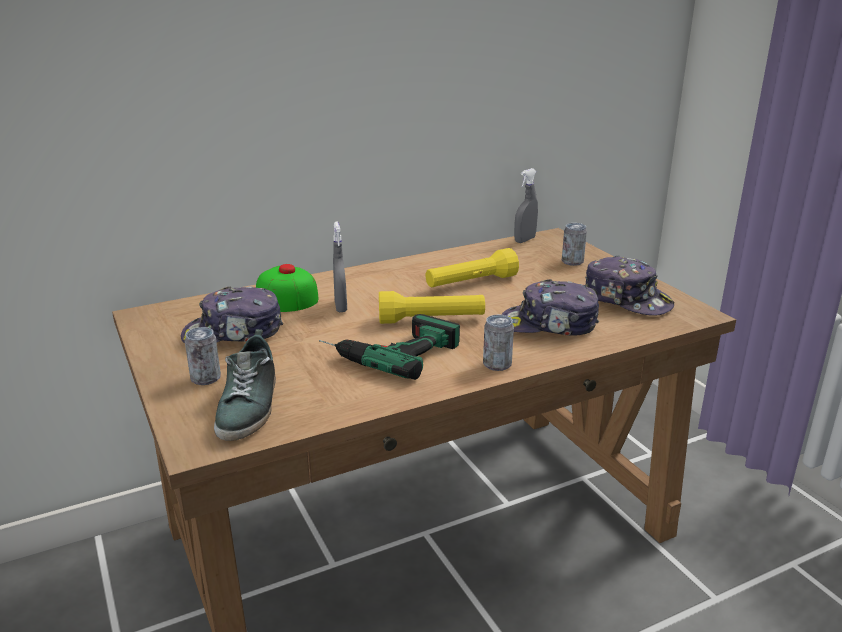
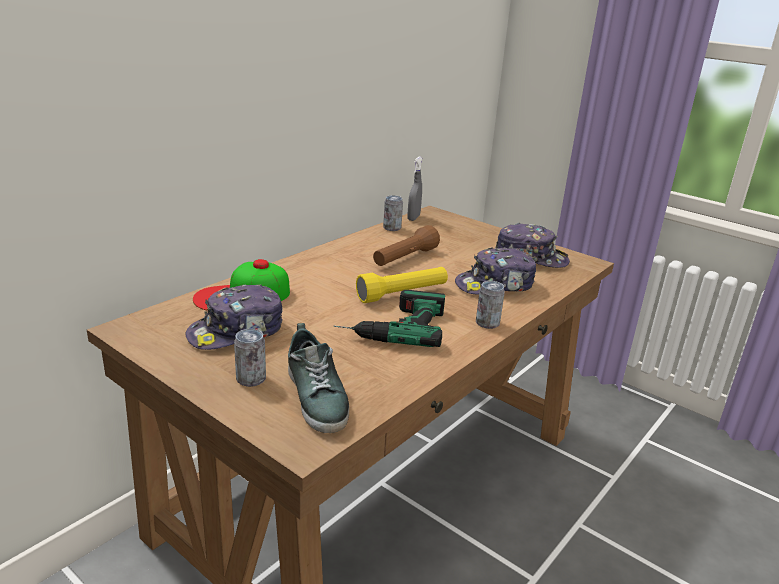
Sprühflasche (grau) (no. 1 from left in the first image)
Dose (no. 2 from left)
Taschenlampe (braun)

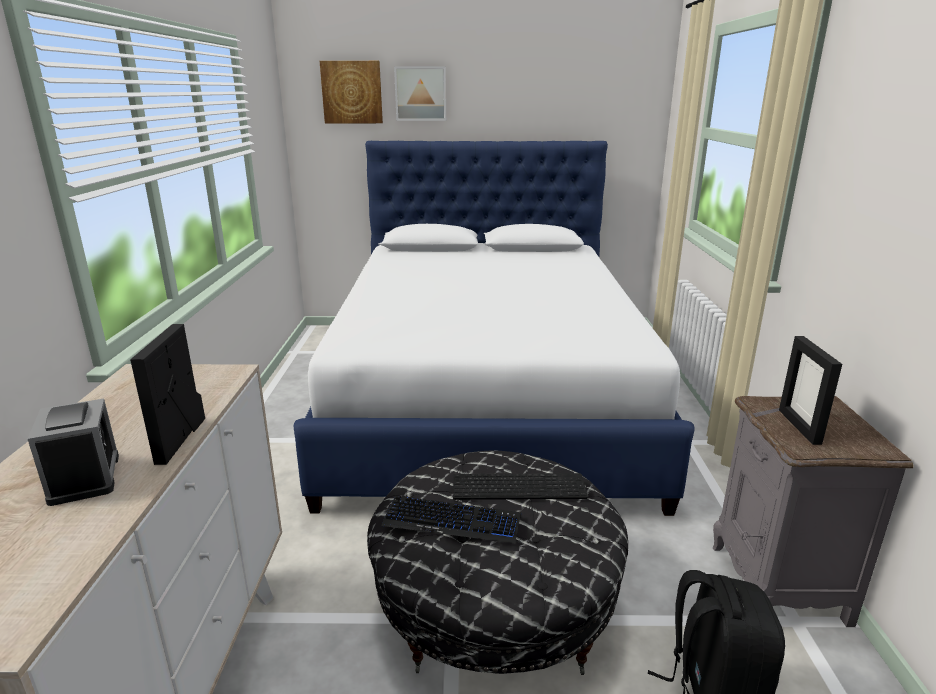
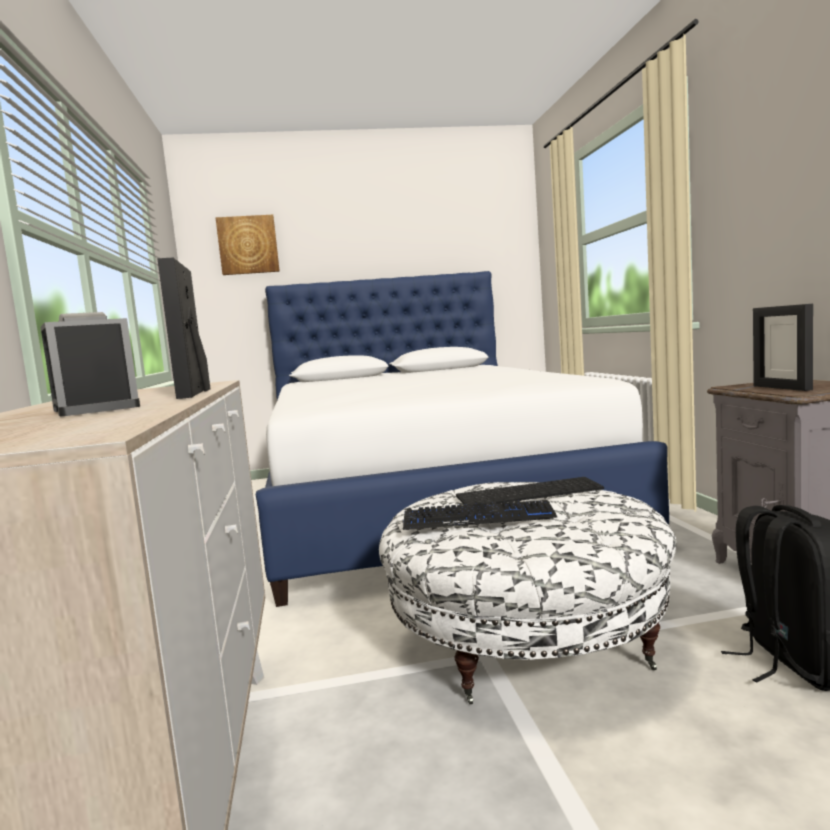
Bild (no. 2 from left in the first image)
Polsterhocker (weiß)

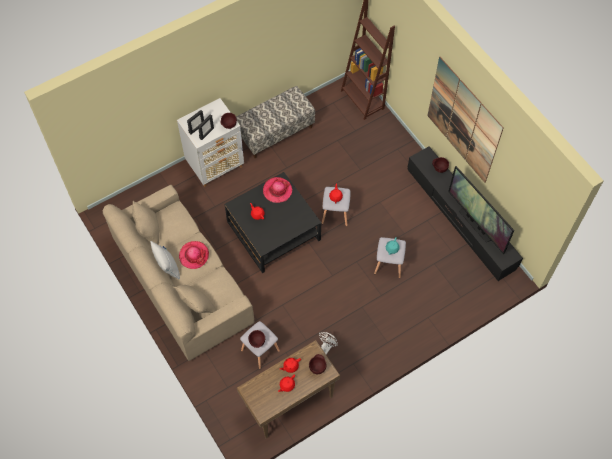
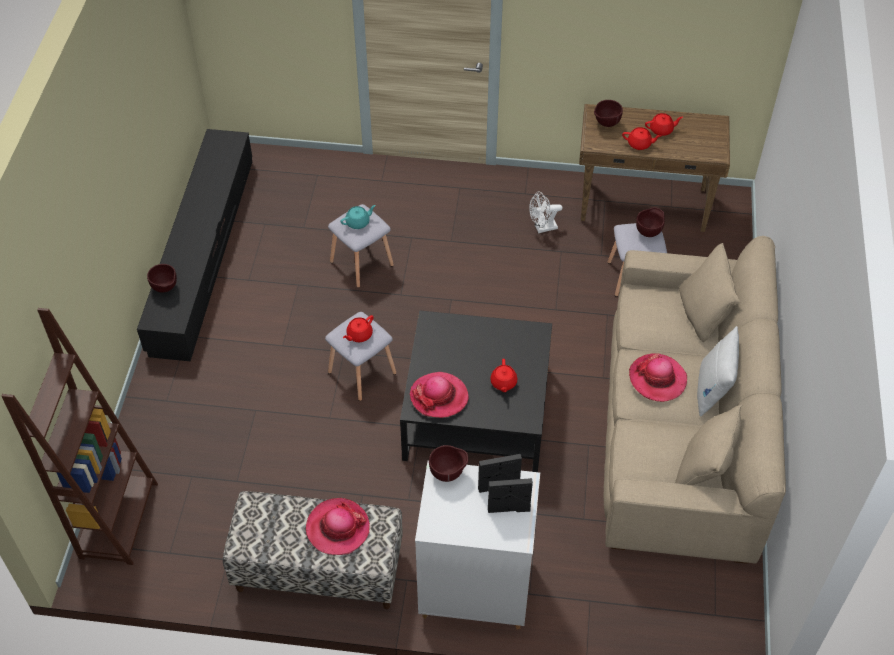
Bild
Fernseher
Hut (no. 1 from left)

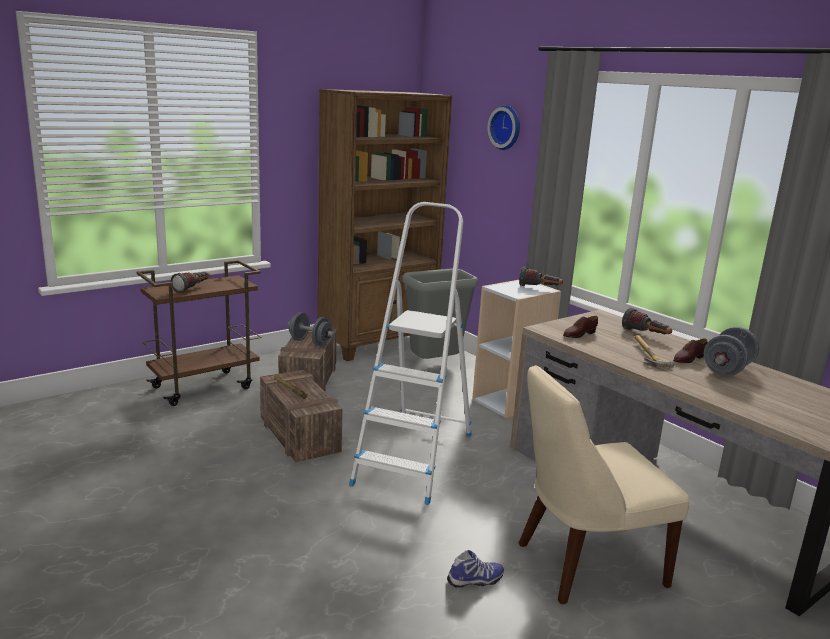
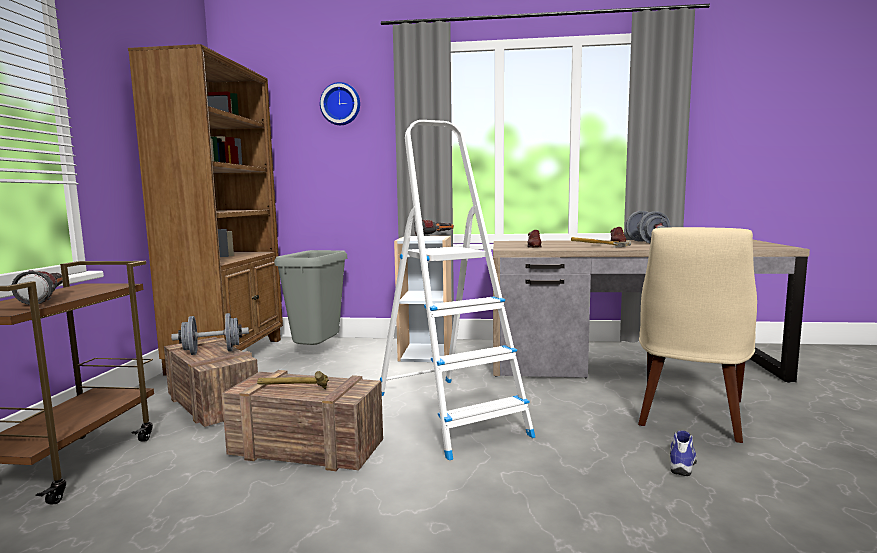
Taschenlampe (no. 3 from left in the first image)

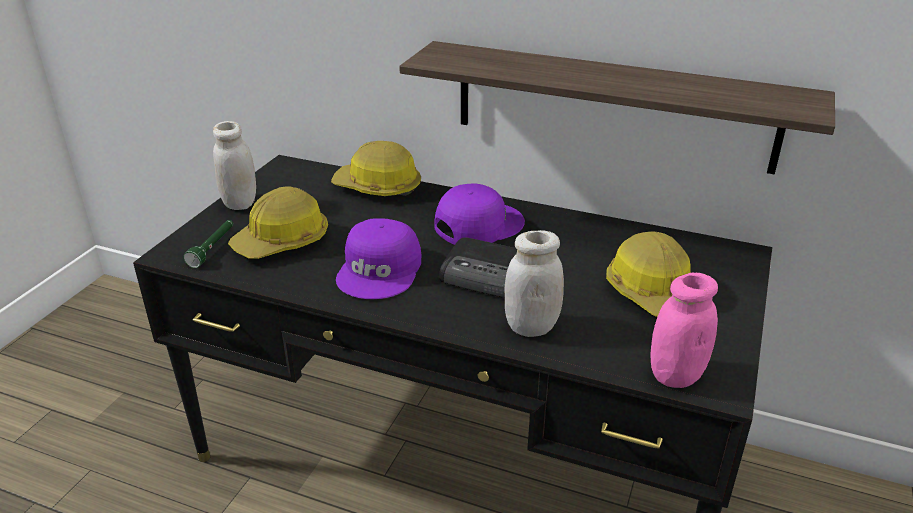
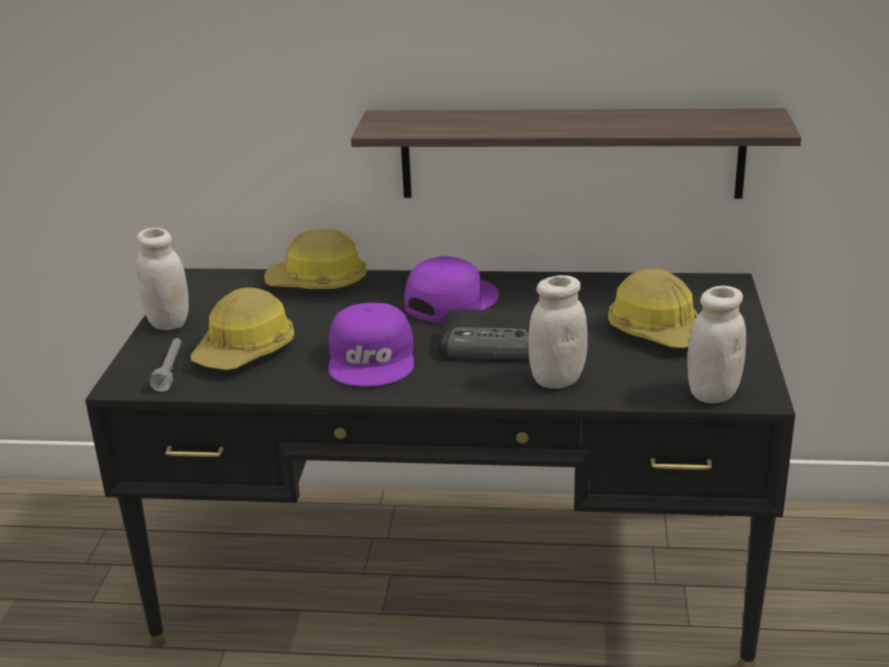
Taschenlampe (grau)
Vorratsglas (weiß) (no. 3 from left)

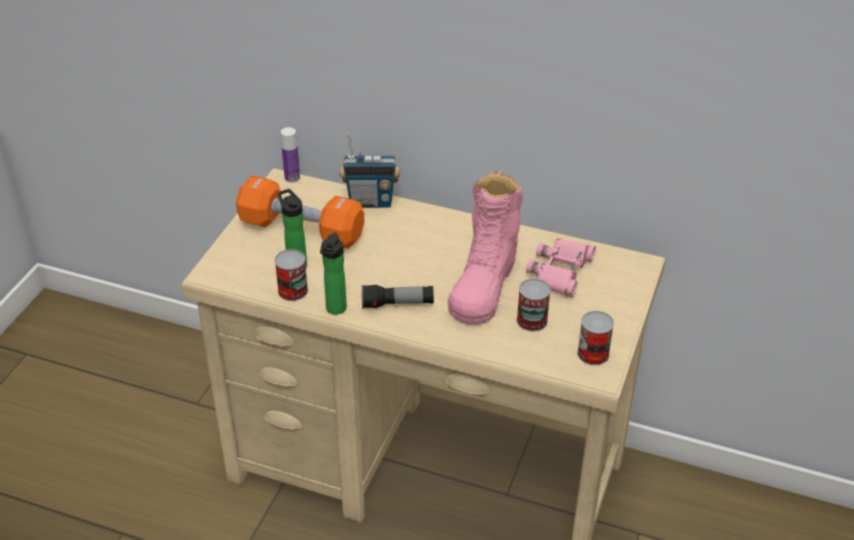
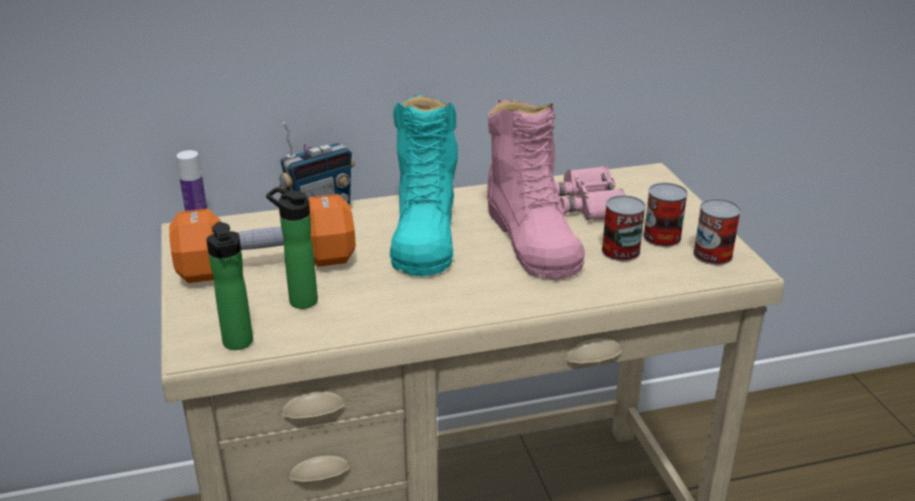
Taschenlampe
Stiefel (türkis)
Dose (no. 2 from left)
Flasche (no. 2 from left)

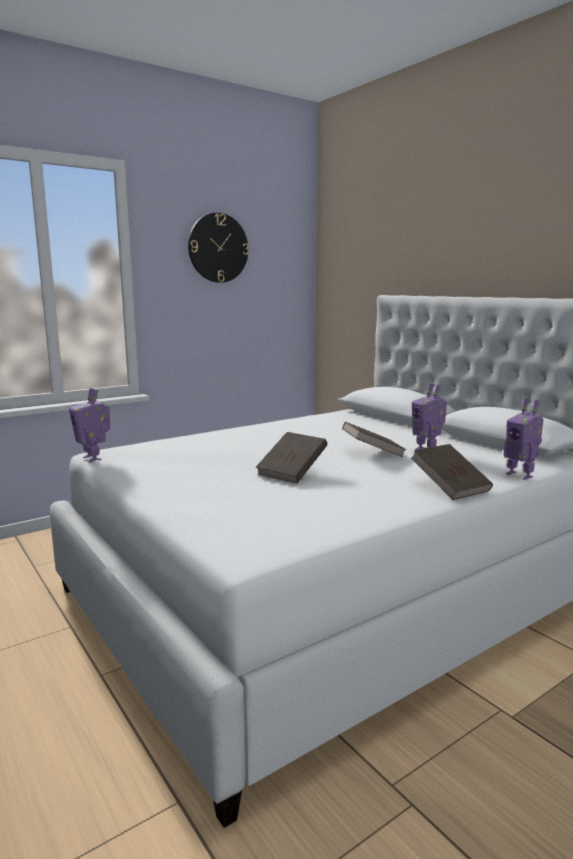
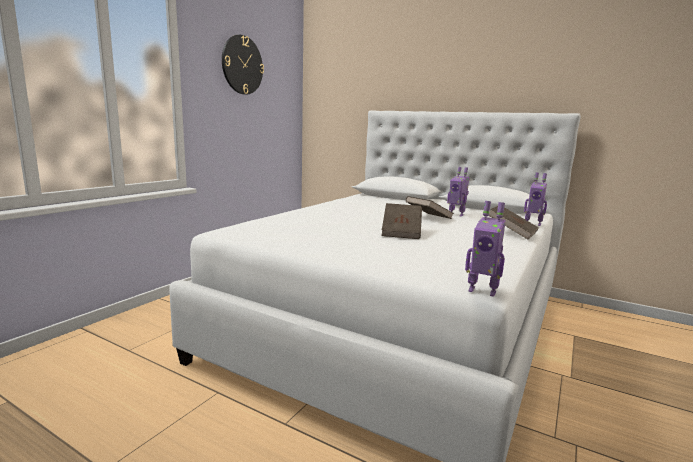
Spielzeugroboter (no. 2 from left)

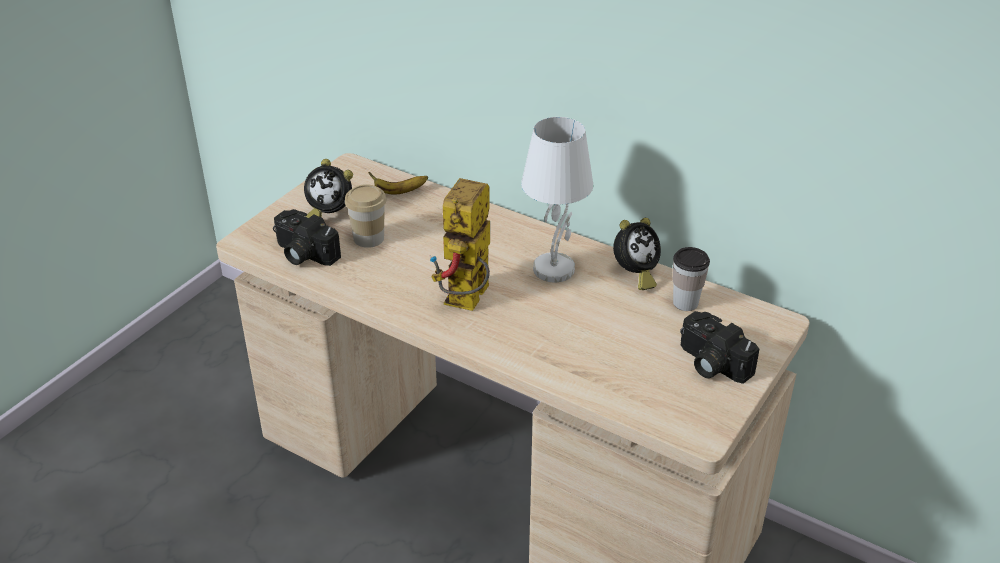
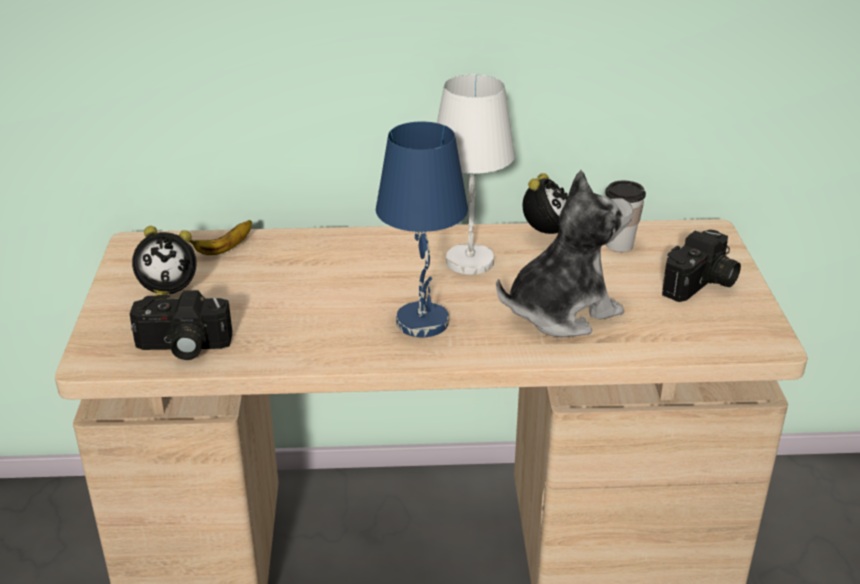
Tasse (no. 1 from left in the first image)
Plüschtier
Tischlampe (blau)
Kamera (no. 2 from left)

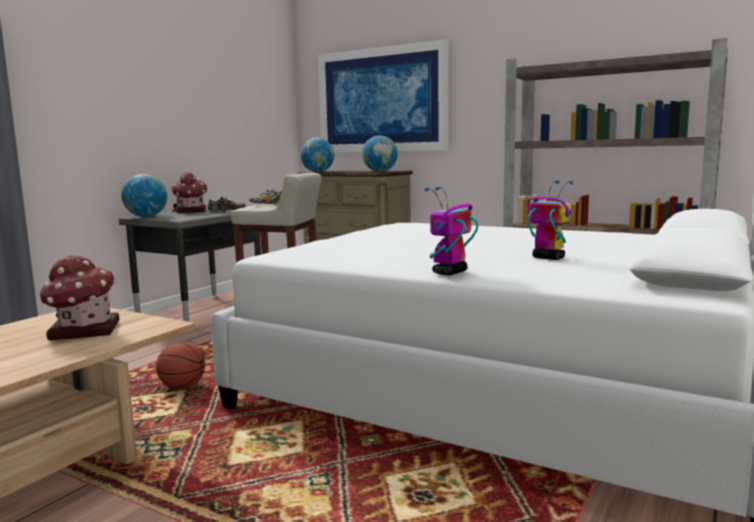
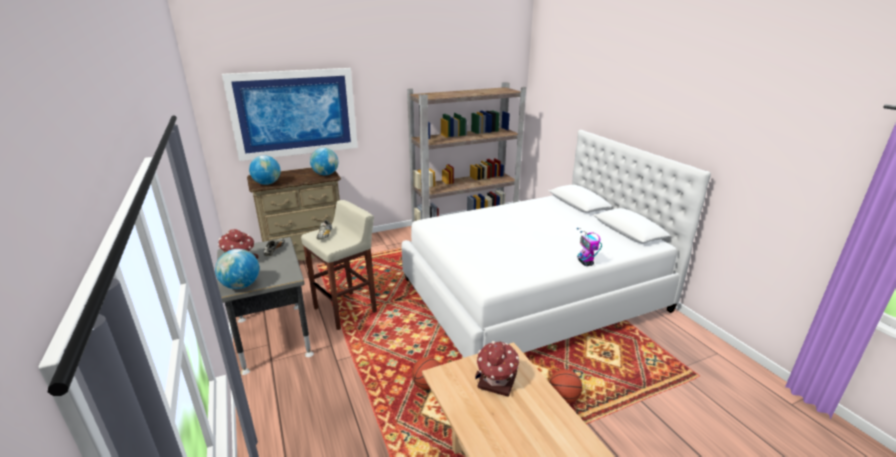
Spielzeugroboter (no. 2 from left in the first image)
Basketball (no. 2 from left)

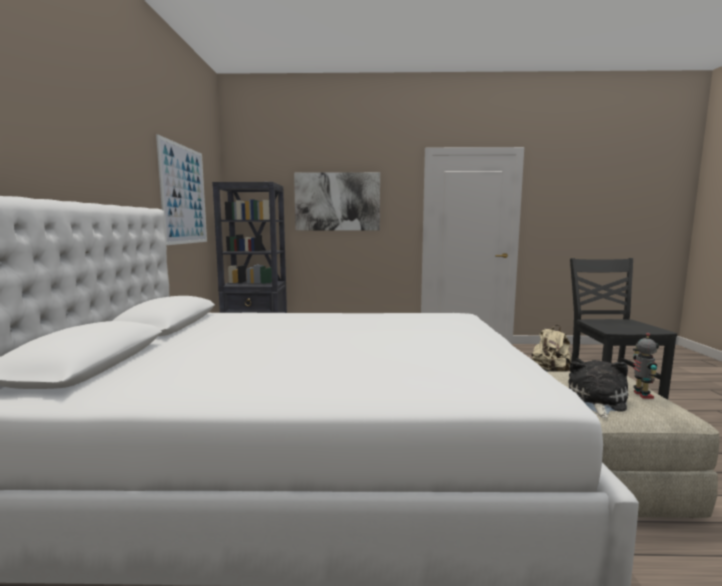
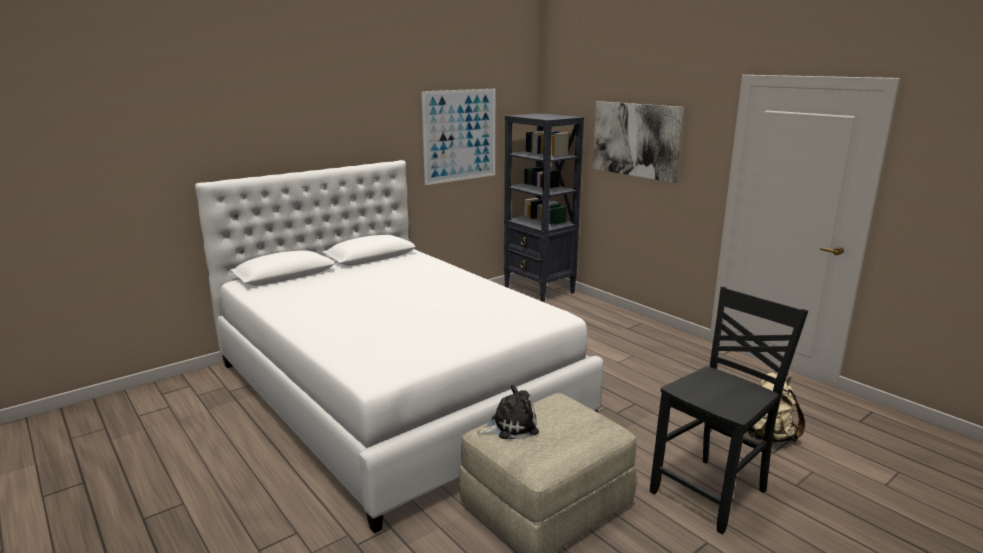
Spielzeugroboter

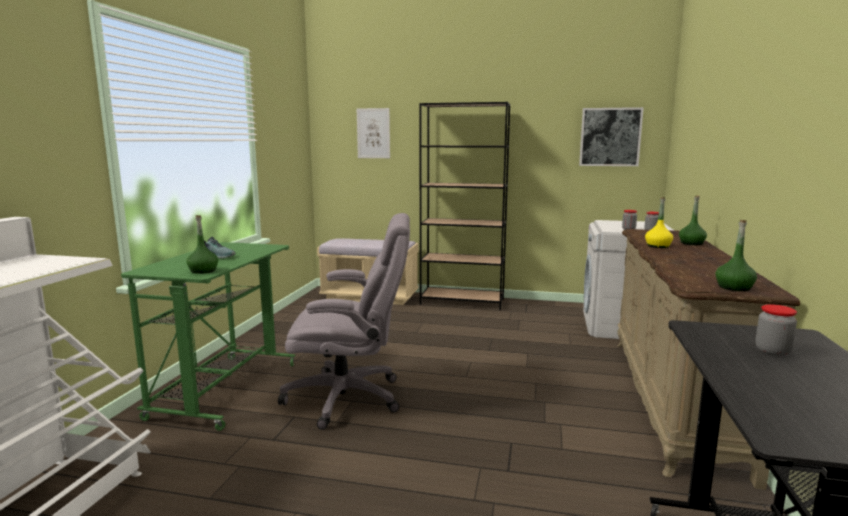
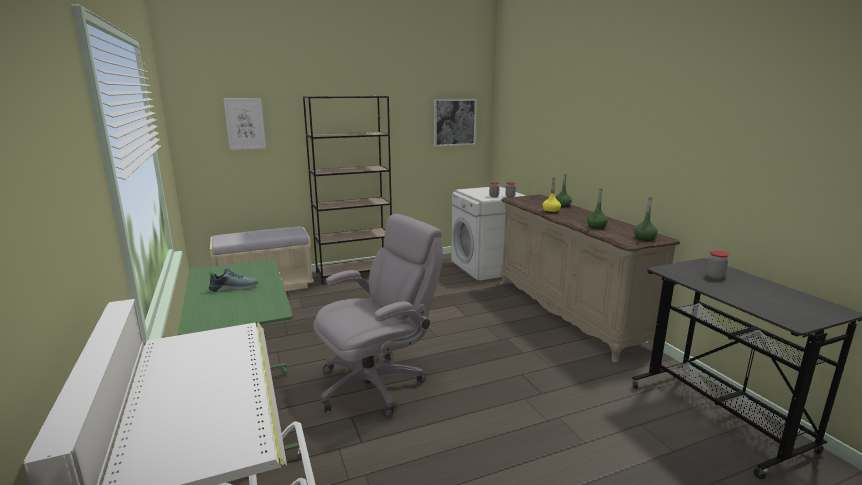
Flasche (grün) (no. 2 from left)

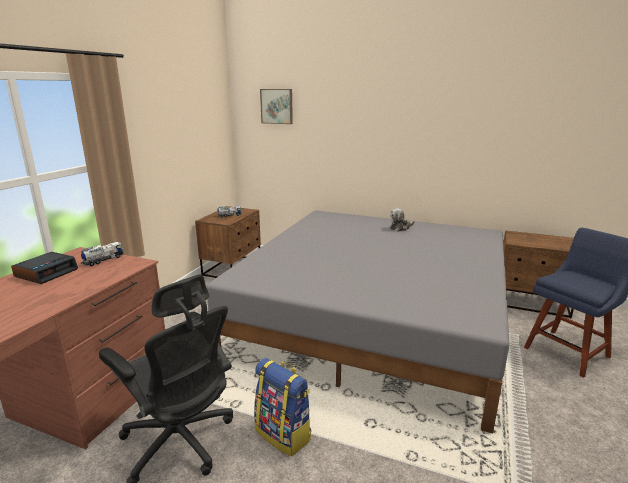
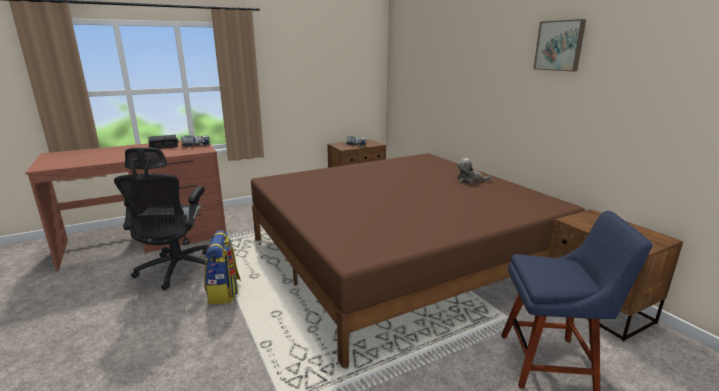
Bild
Bett (braun)

